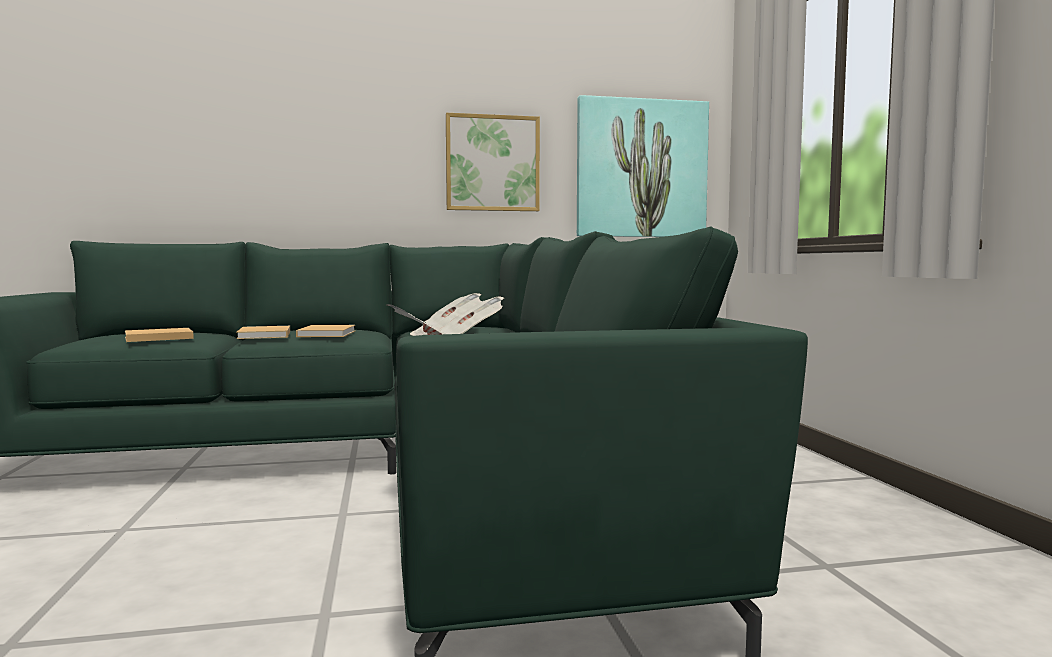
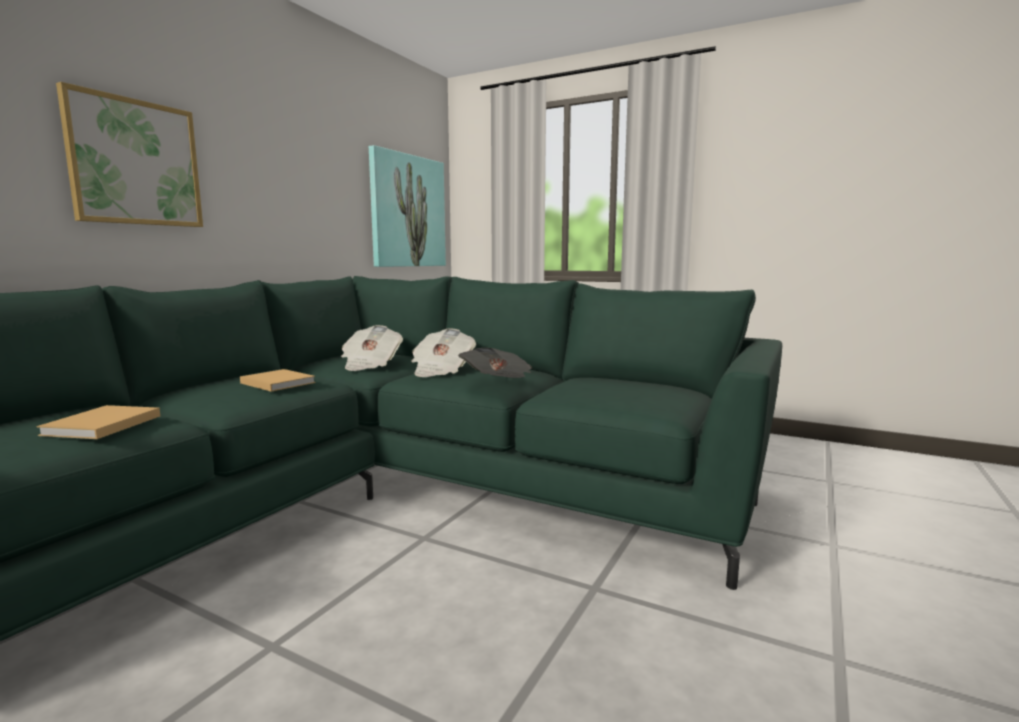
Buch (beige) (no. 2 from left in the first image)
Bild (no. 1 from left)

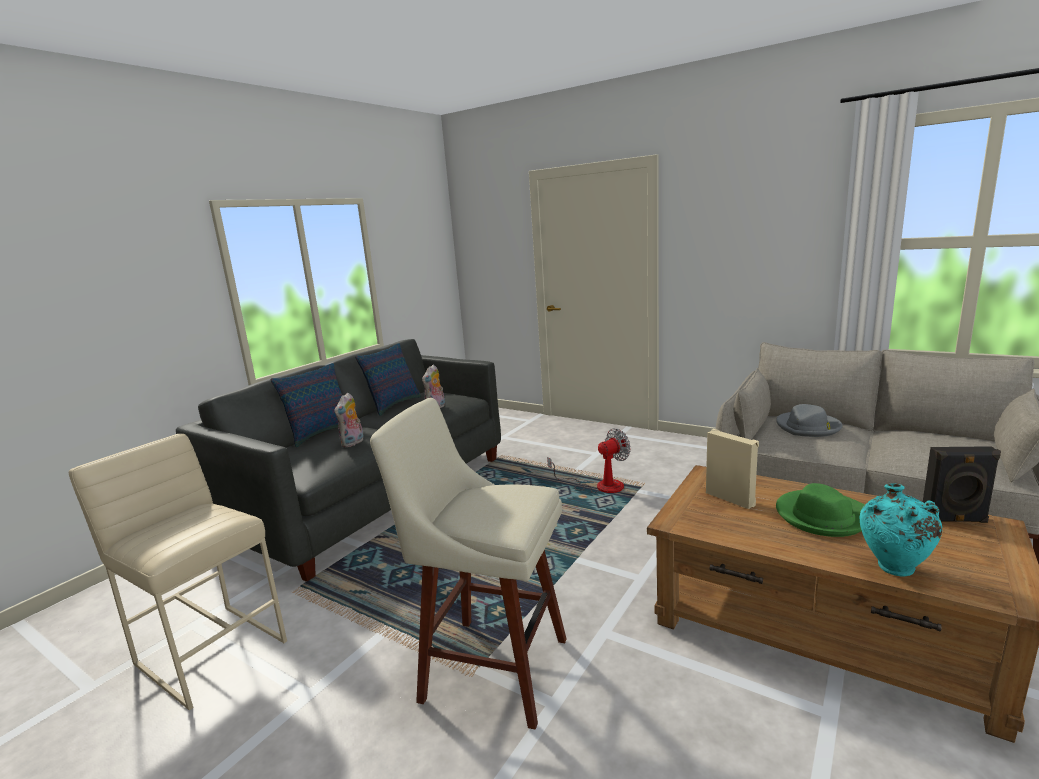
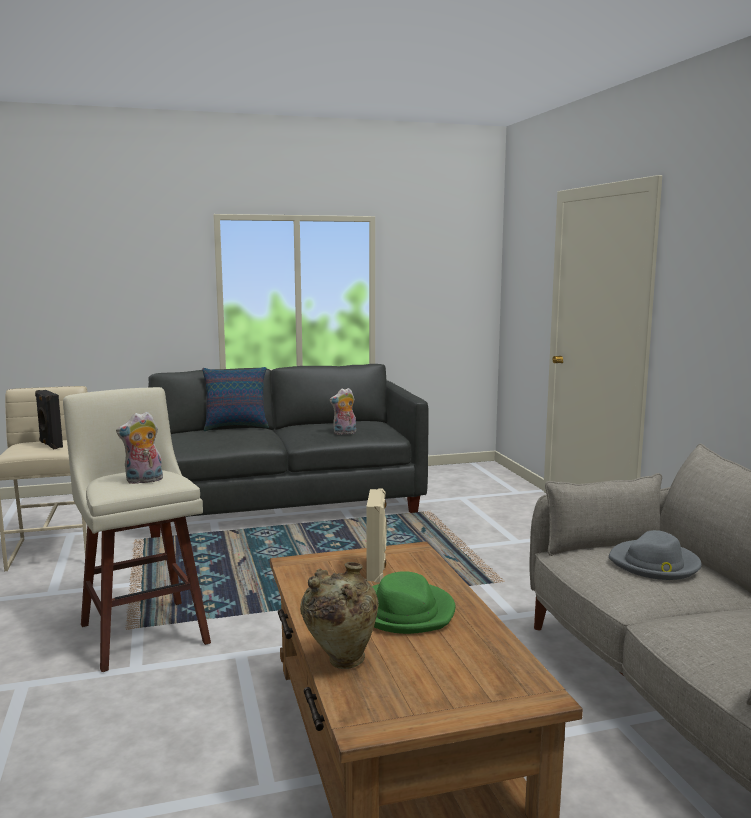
Kissen (blau) (no. 2 from left in the first image)
Ventilator
Plüschtier (no. 1 from left)
Lautsprecher (schwarz)
Vase (beige)

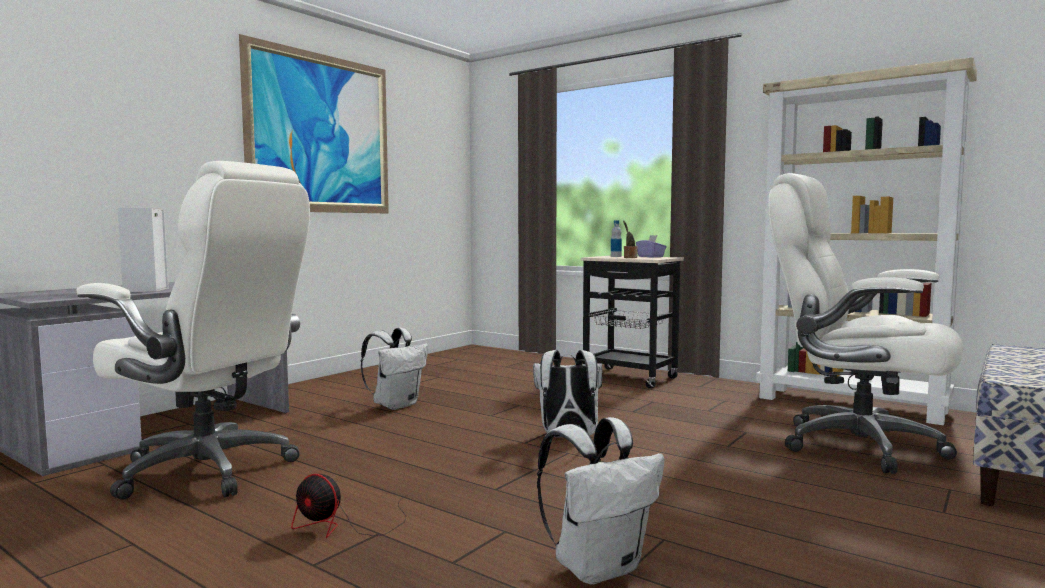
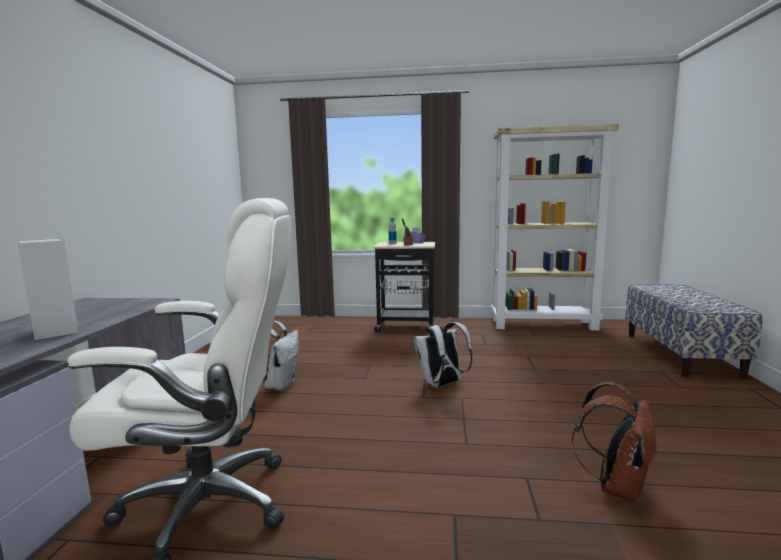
Bild
Ventilator
Bürostuhl (weiß) (no. 2 from left in the first image)
Rucksack (braun)

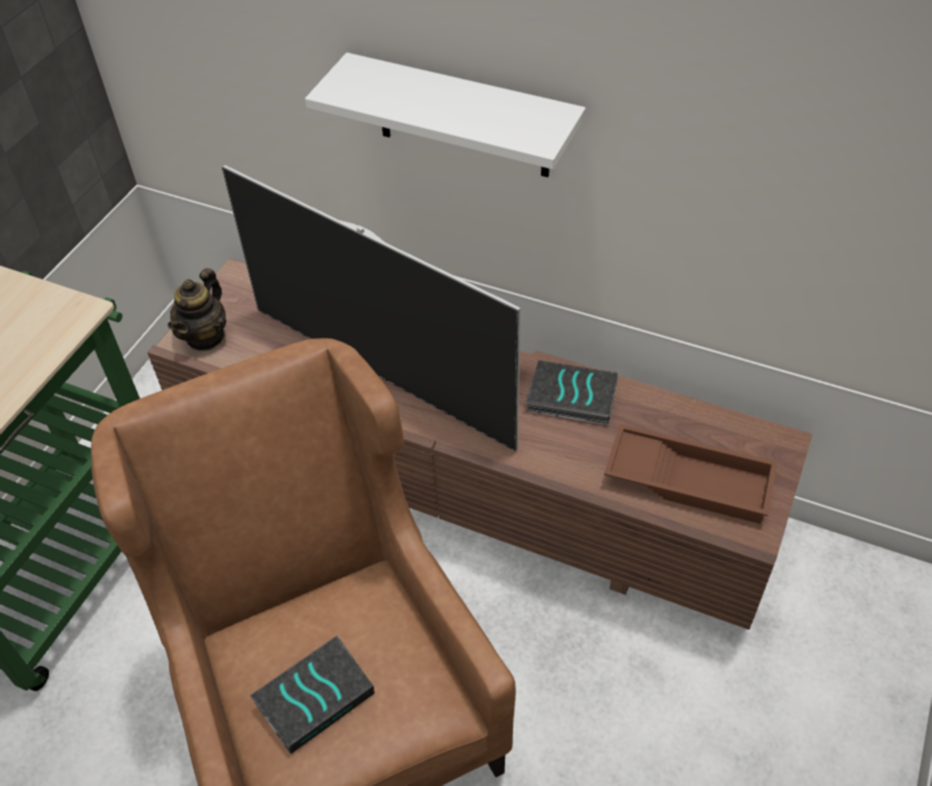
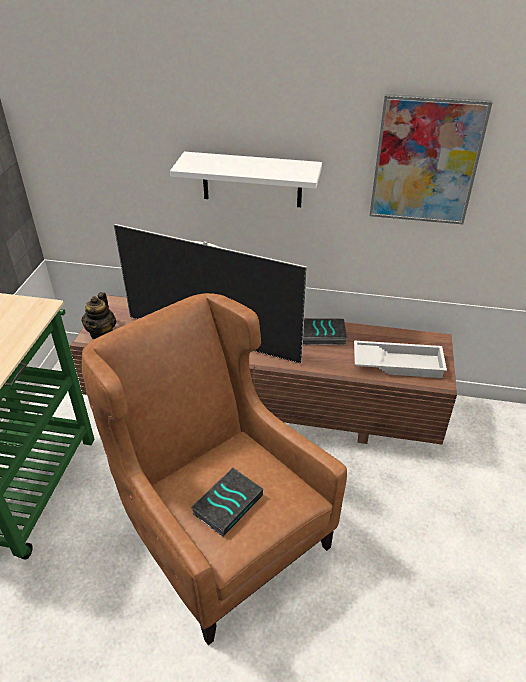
Bild
Tablett (weiß)

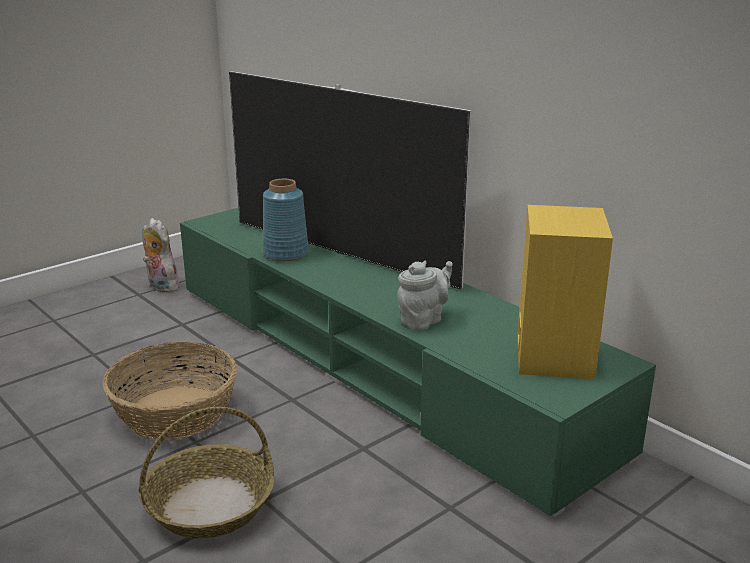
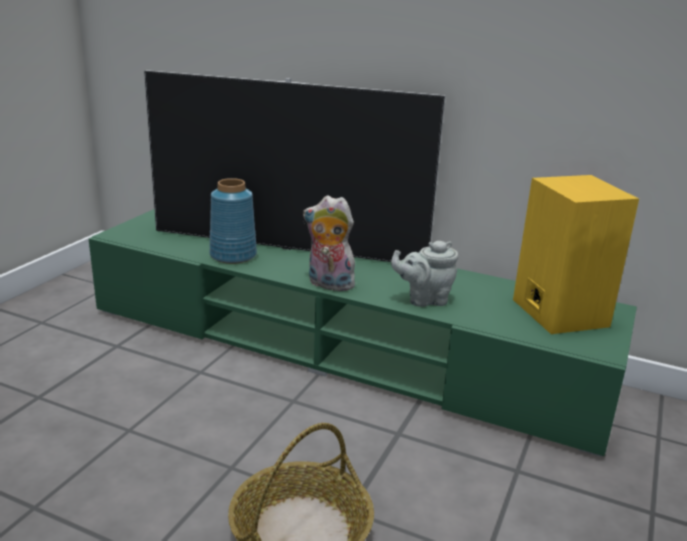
Korb (no. 1 from left in the first image)
Plüschtier
Teekanne (grau)

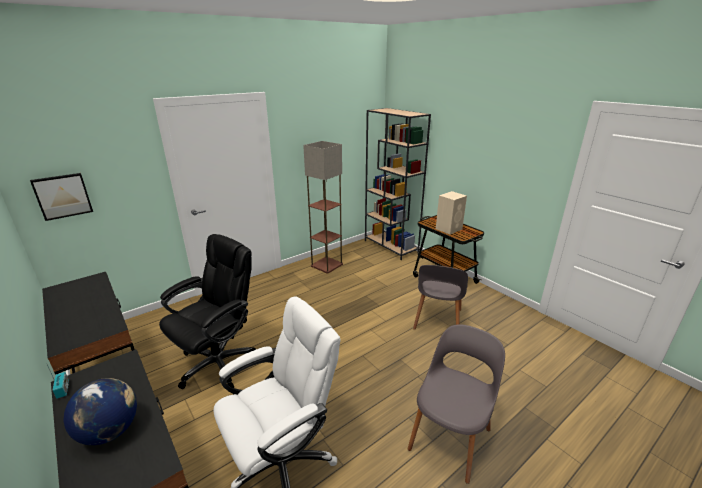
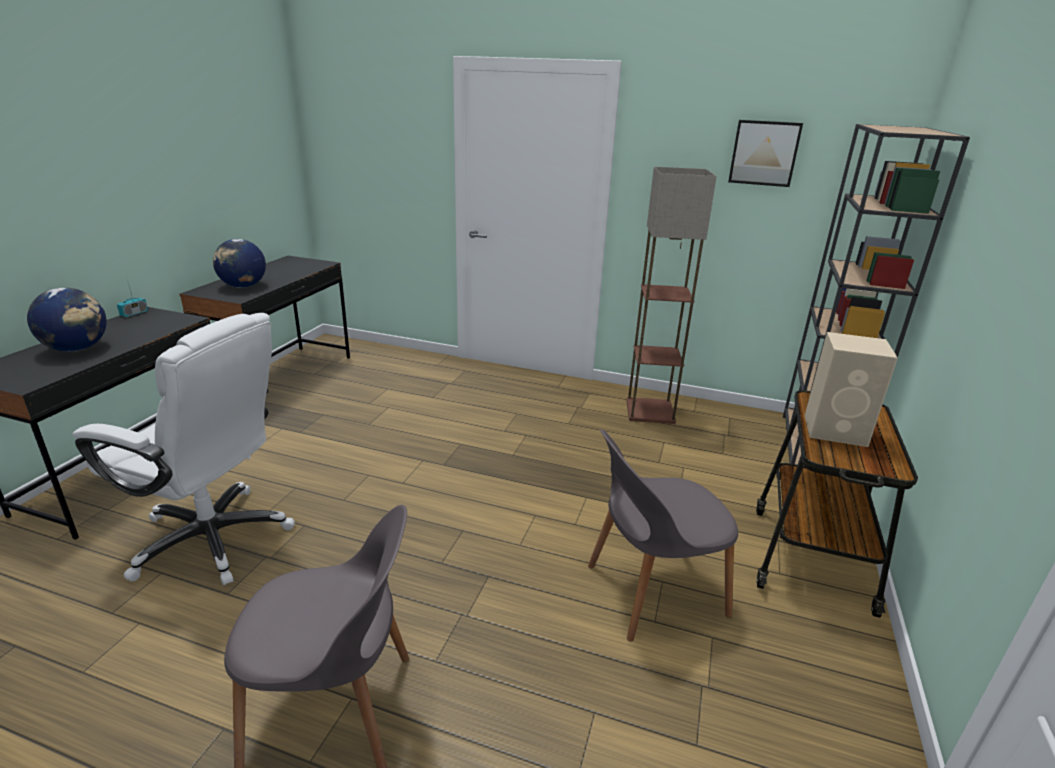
Bürostuhl (schwarz)
Globus (no. 2 from left)
Bild

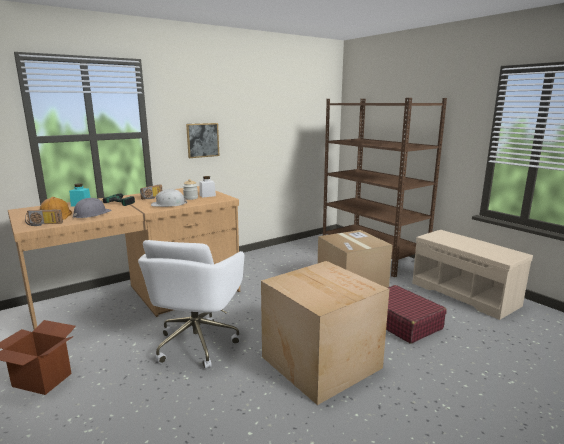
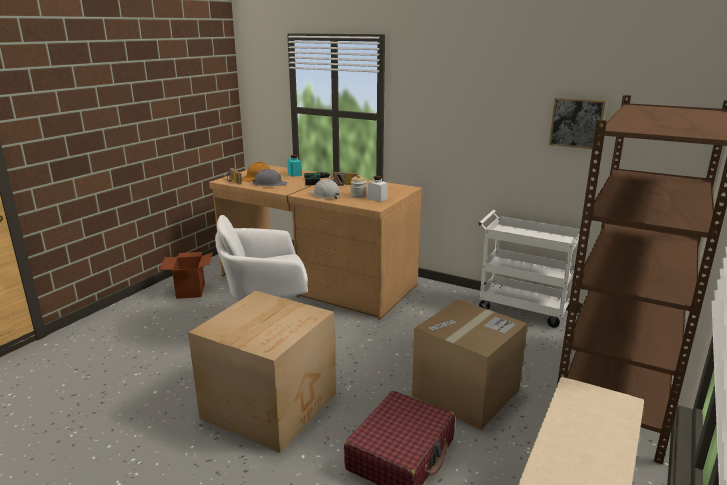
Rollwagen (weiß)
Bild

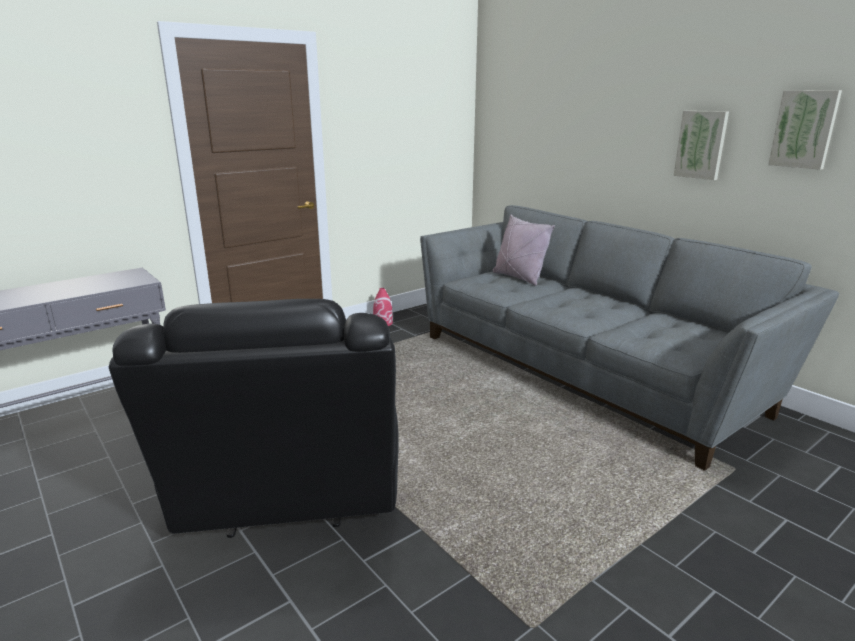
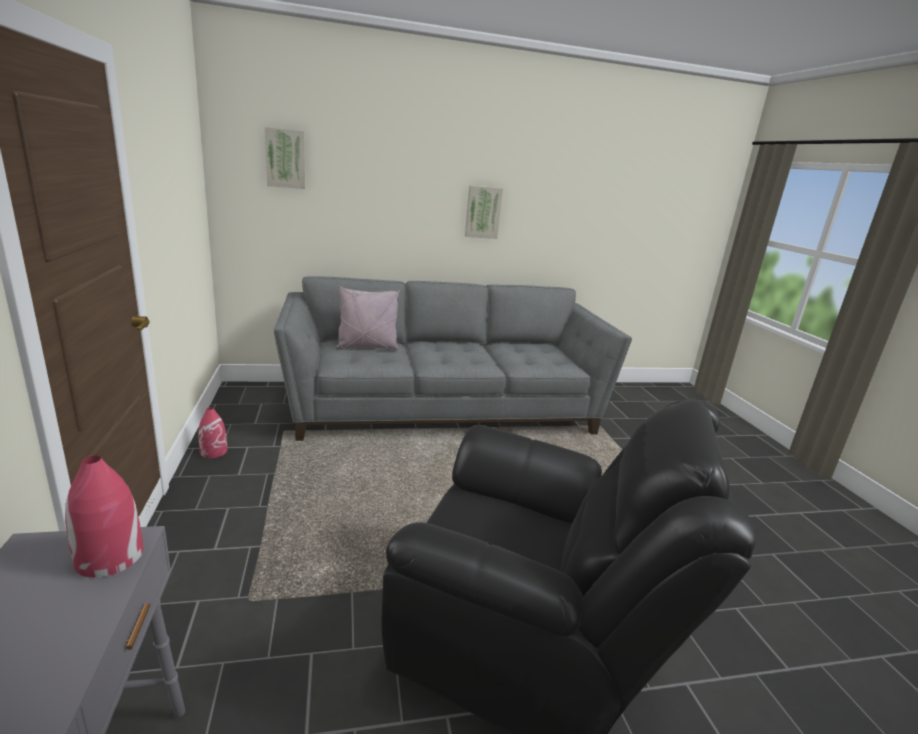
Vase (rot) (no. 1 from left)
Bild (no. 1 from left)

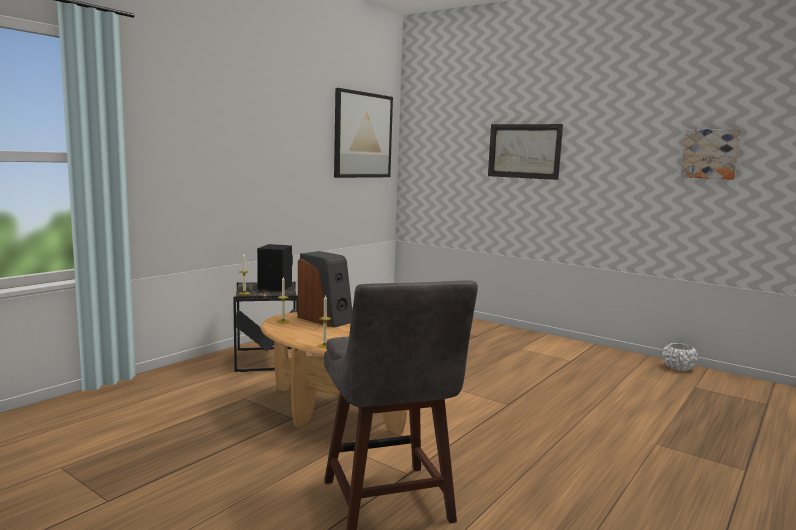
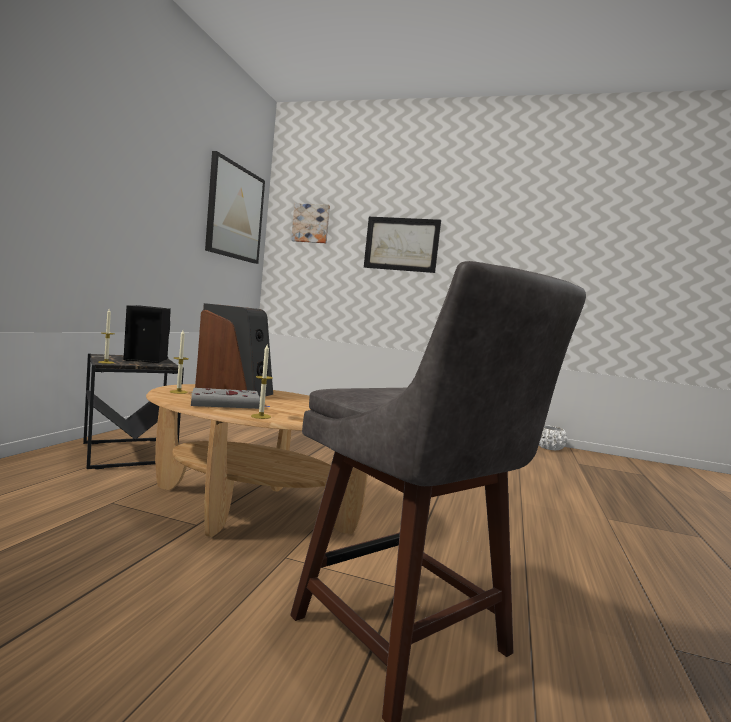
Buch (grau)
Bild (no. 2 from left)

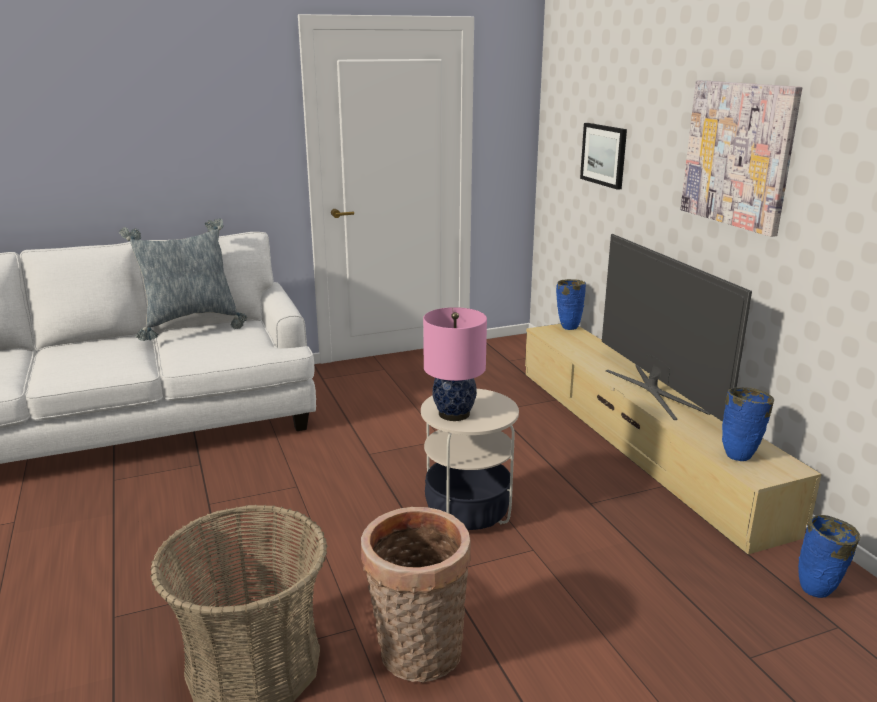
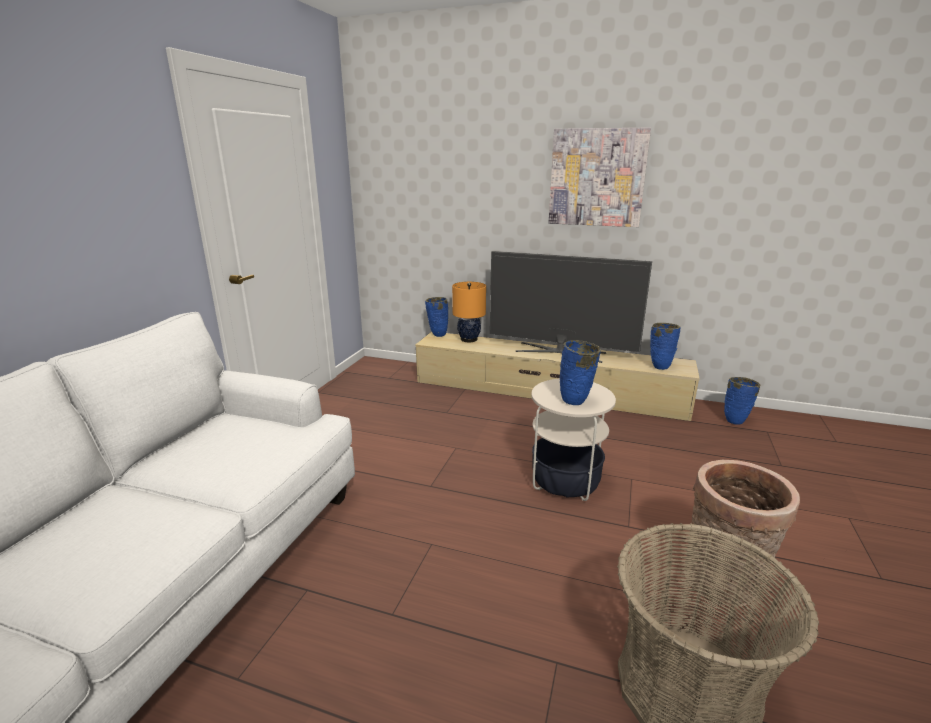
Kissen
Bild (no. 1 from left in the first image)
Tischlampe (orange)
Vase (blau) (no. 2 from left)

